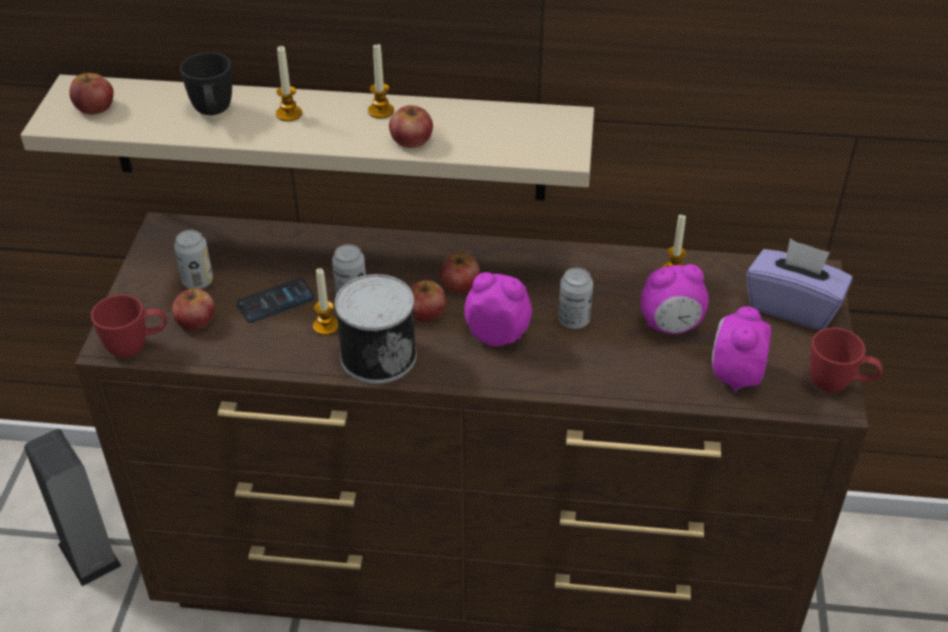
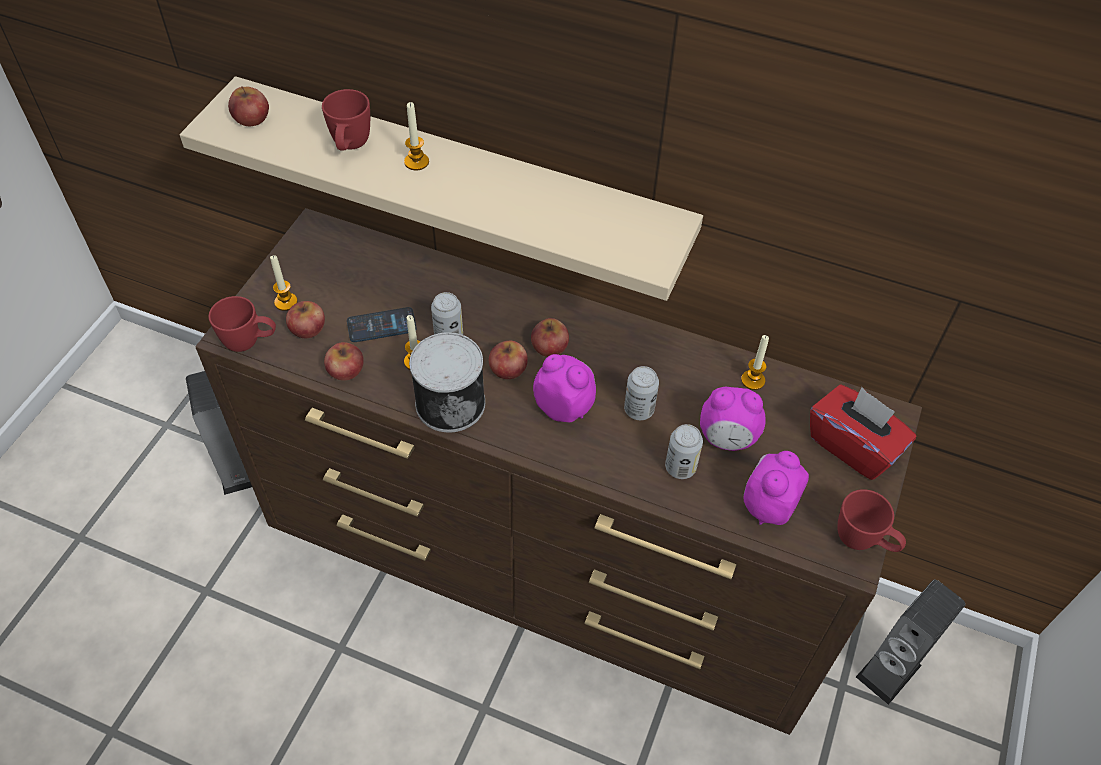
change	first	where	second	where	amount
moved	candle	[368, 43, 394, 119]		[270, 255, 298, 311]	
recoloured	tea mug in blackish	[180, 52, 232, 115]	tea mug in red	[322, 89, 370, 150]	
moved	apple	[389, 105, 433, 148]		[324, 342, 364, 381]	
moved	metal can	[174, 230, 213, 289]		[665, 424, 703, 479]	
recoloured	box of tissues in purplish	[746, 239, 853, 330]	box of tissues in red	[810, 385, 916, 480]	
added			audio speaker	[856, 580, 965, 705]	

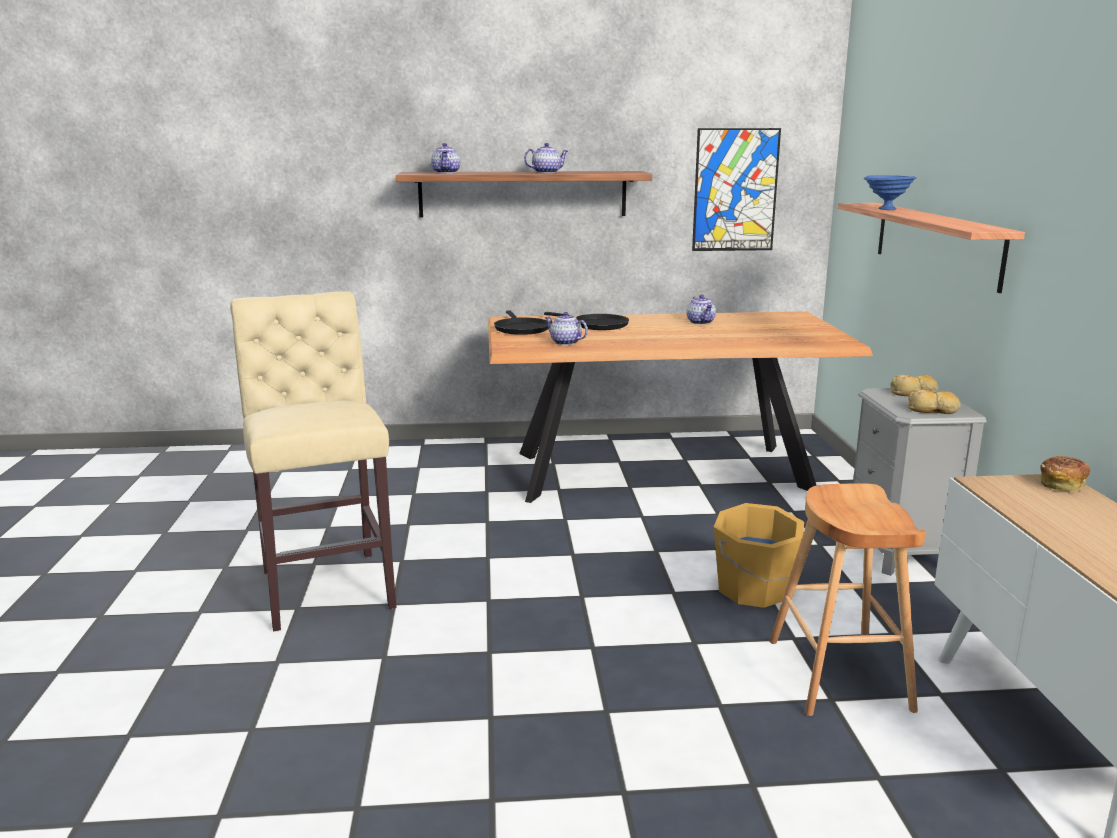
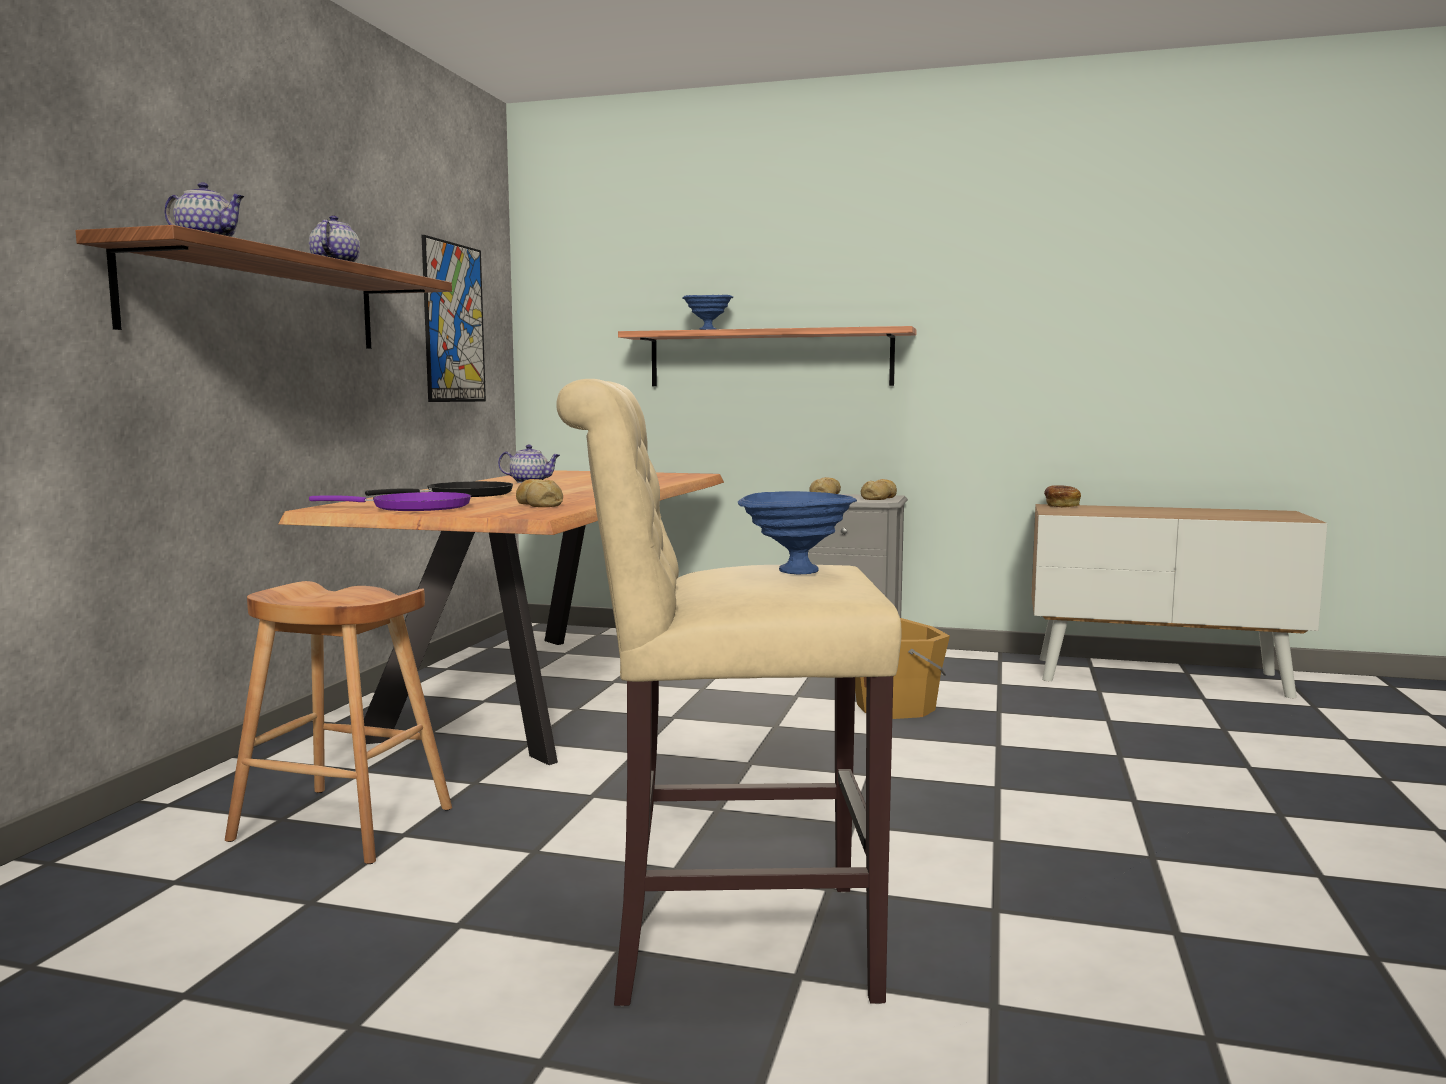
change	first	where	second	where	amount
recoloured	pan in blackish	[494, 310, 549, 335]	pan in purplish	[309, 492, 471, 511]	
replaced	teapot	[545, 312, 588, 345]	bread	[516, 479, 563, 507]	
moved	stool in brown	[769, 483, 926, 716]		[225, 581, 452, 864]	
added			bowl in blue	[738, 491, 857, 574]	

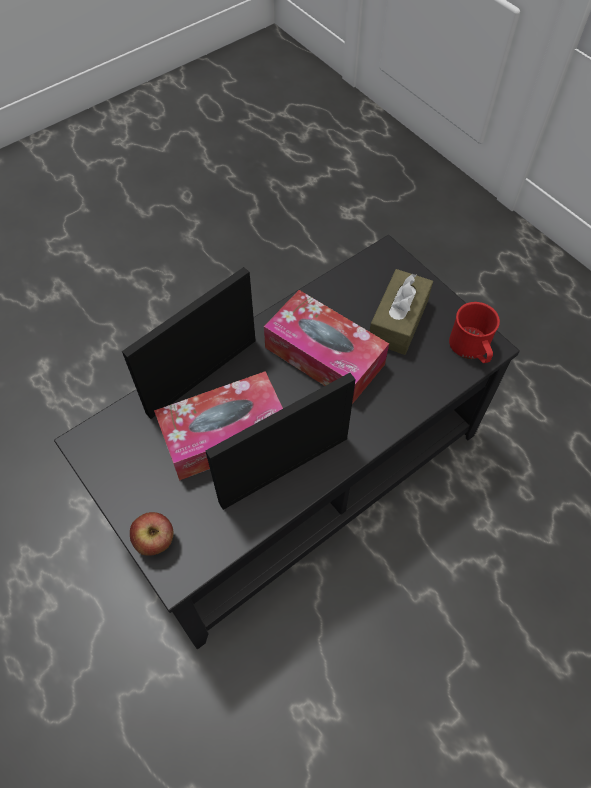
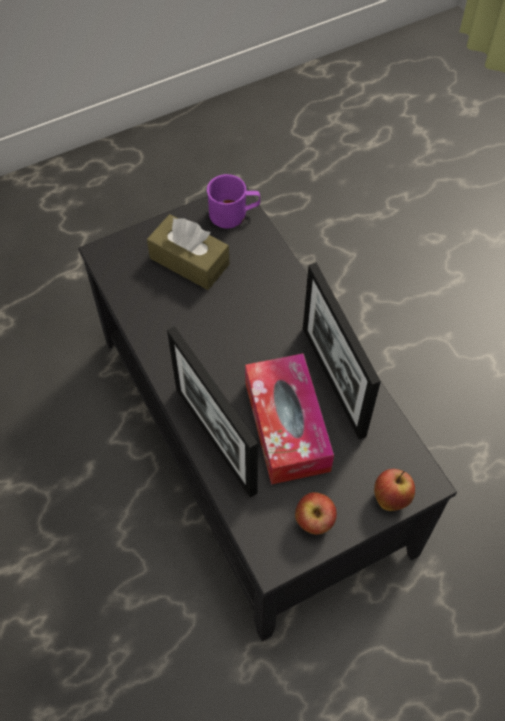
change	first	where	second	where	amount
removed	box of tissues	[264, 290, 389, 404]			
recoloured	tea mug in red	[449, 302, 500, 363]	tea mug in purplish	[207, 174, 260, 228]	
added			apple	[295, 492, 337, 535]	

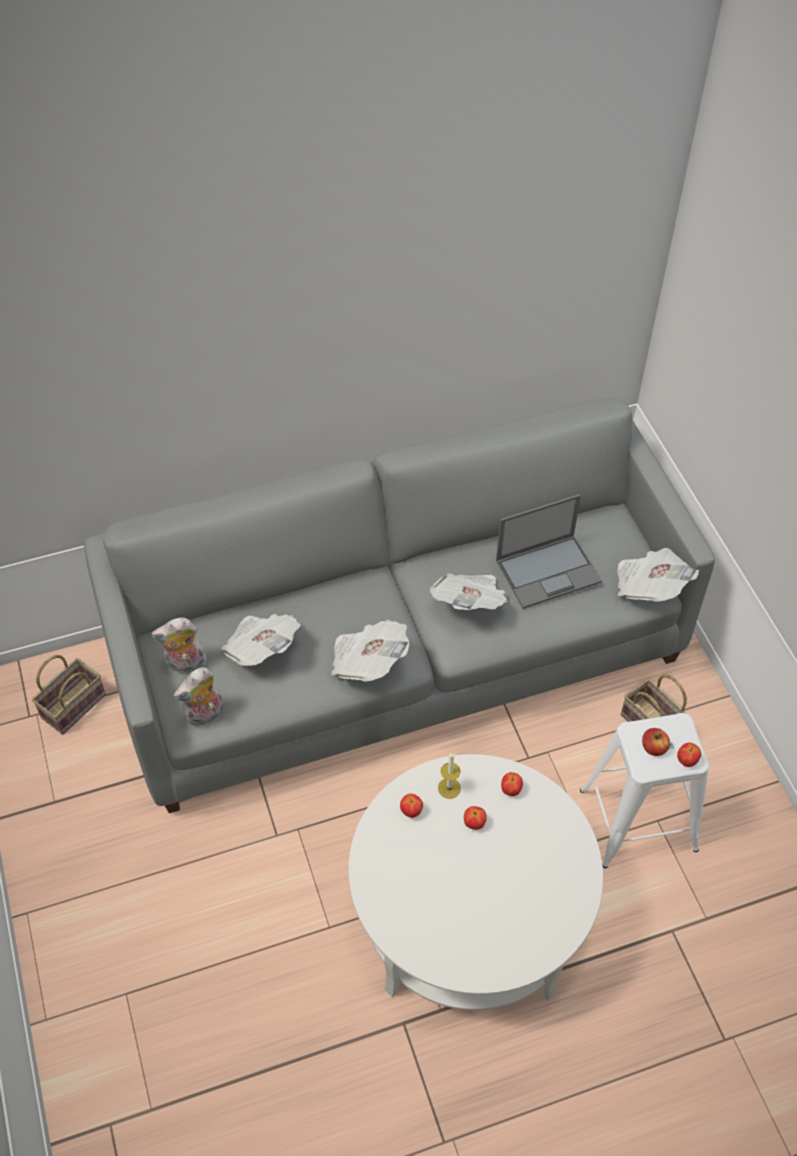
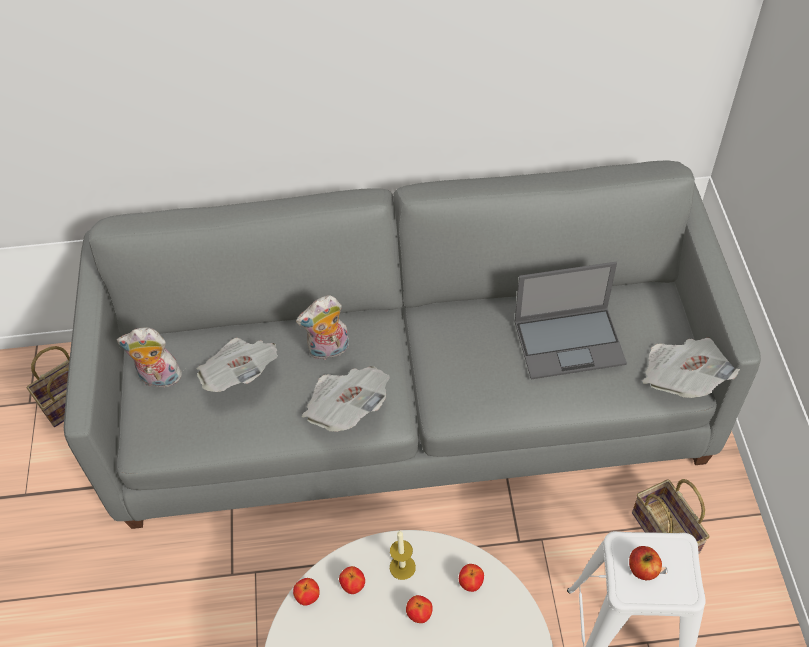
change	first	where	second	where	amount
removed	newspaper	[430, 573, 508, 610]			
moved	soft toy	[174, 667, 223, 727]		[296, 295, 349, 360]	
moved	apple	[677, 743, 701, 767]		[293, 578, 320, 606]	

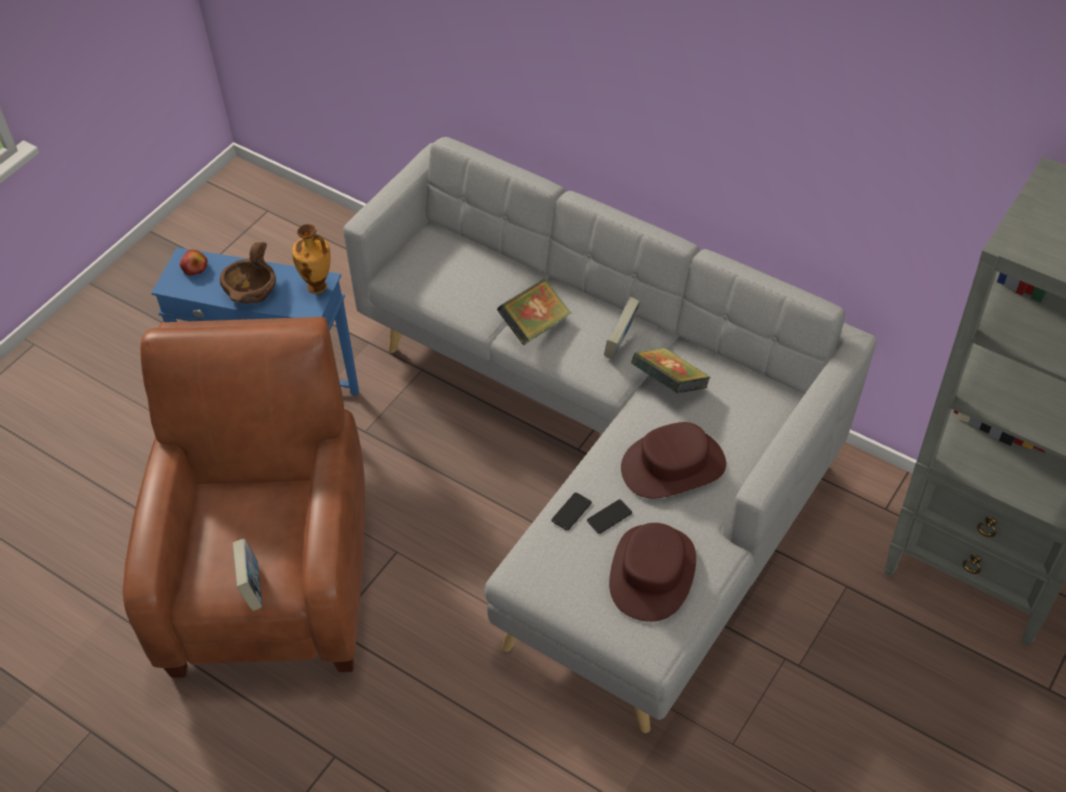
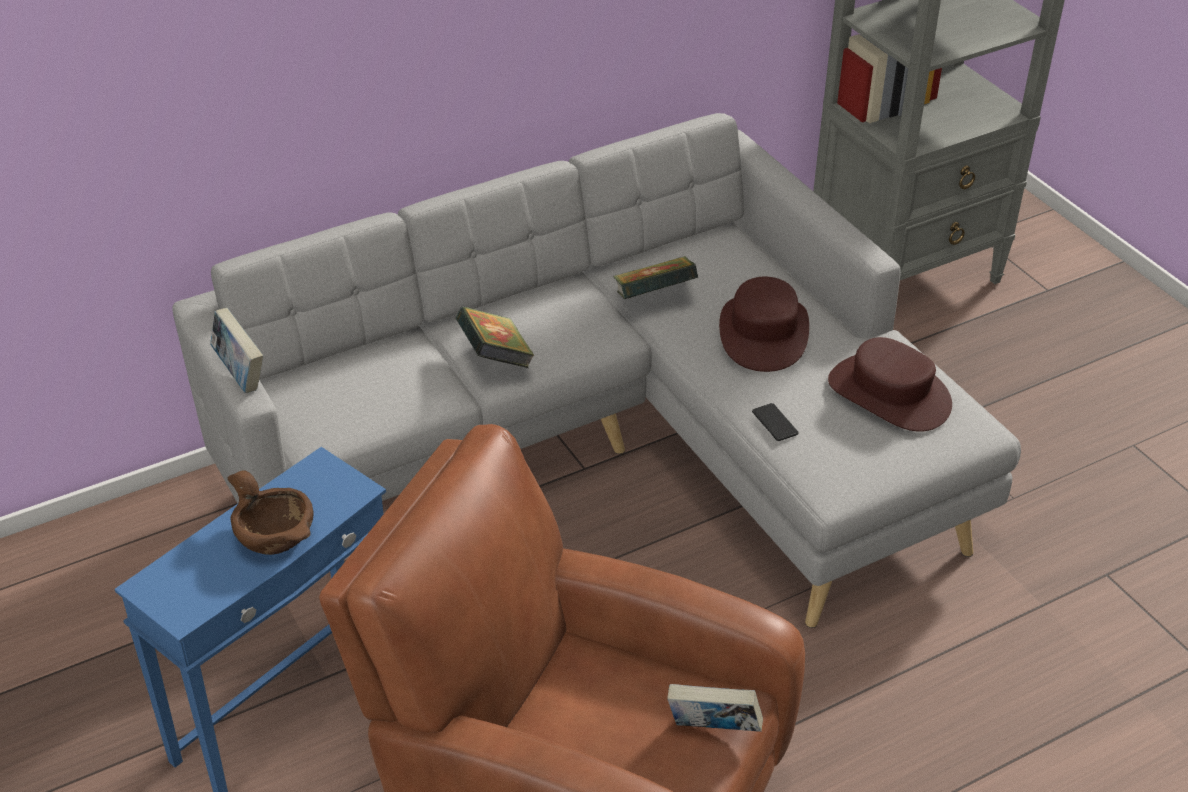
change	first	where	second	where	amount
removed	decorative vase	[292, 224, 331, 294]			
removed	apple	[180, 249, 207, 276]			
moved	volume	[604, 297, 640, 360]		[210, 308, 263, 393]	
removed	handset	[587, 499, 632, 534]			

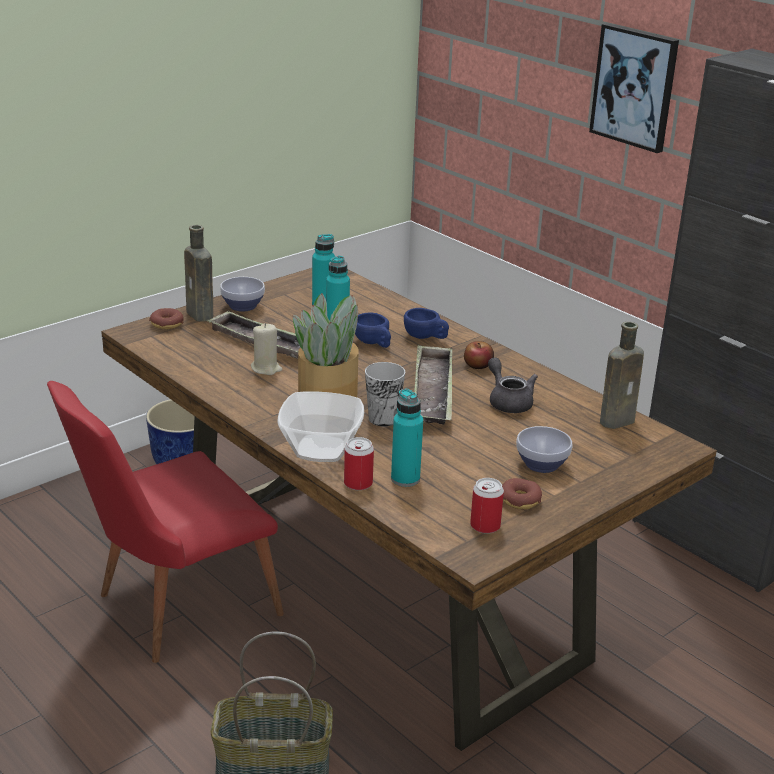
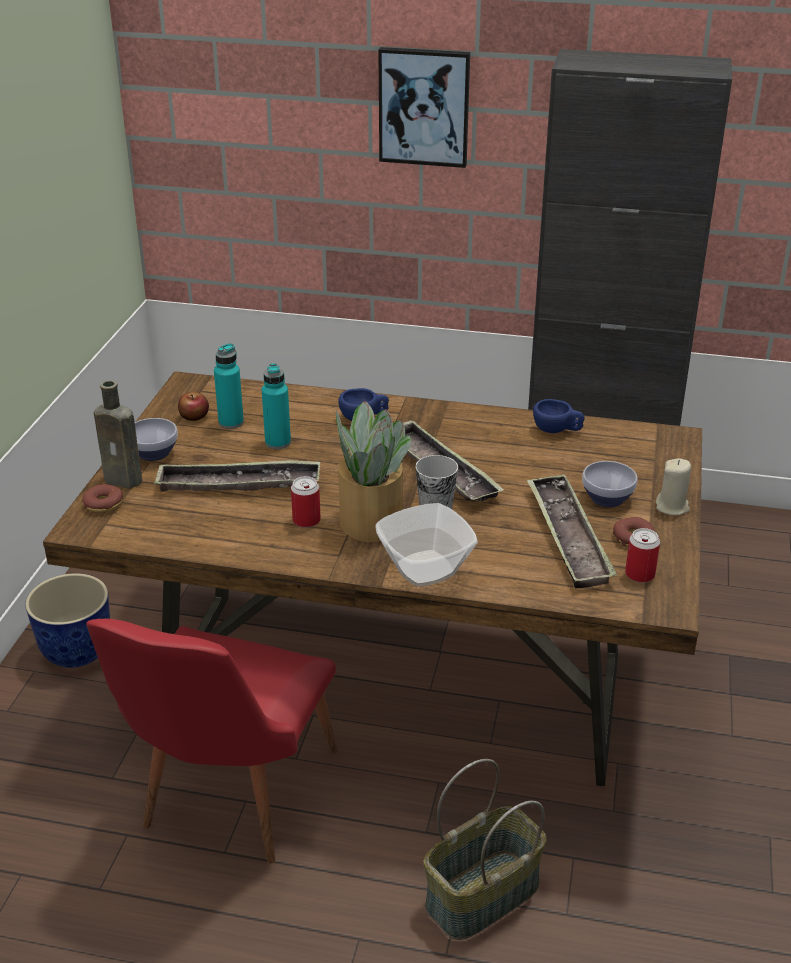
change	first	where	second	where	amount
moved	cup in blue	[355, 313, 391, 348]		[533, 399, 584, 433]	
removed	bottle in brown	[600, 322, 644, 429]			
moved	candle in beige-coloured	[251, 323, 282, 375]		[656, 458, 691, 515]	
moved	apple	[464, 341, 494, 369]		[178, 392, 209, 421]	
removed	teapot in greyish	[488, 358, 538, 413]			
removed	bottle in blue-green	[391, 389, 423, 487]			
moved	metal can	[344, 437, 374, 490]		[291, 476, 321, 528]	
added			tray	[527, 474, 617, 589]	

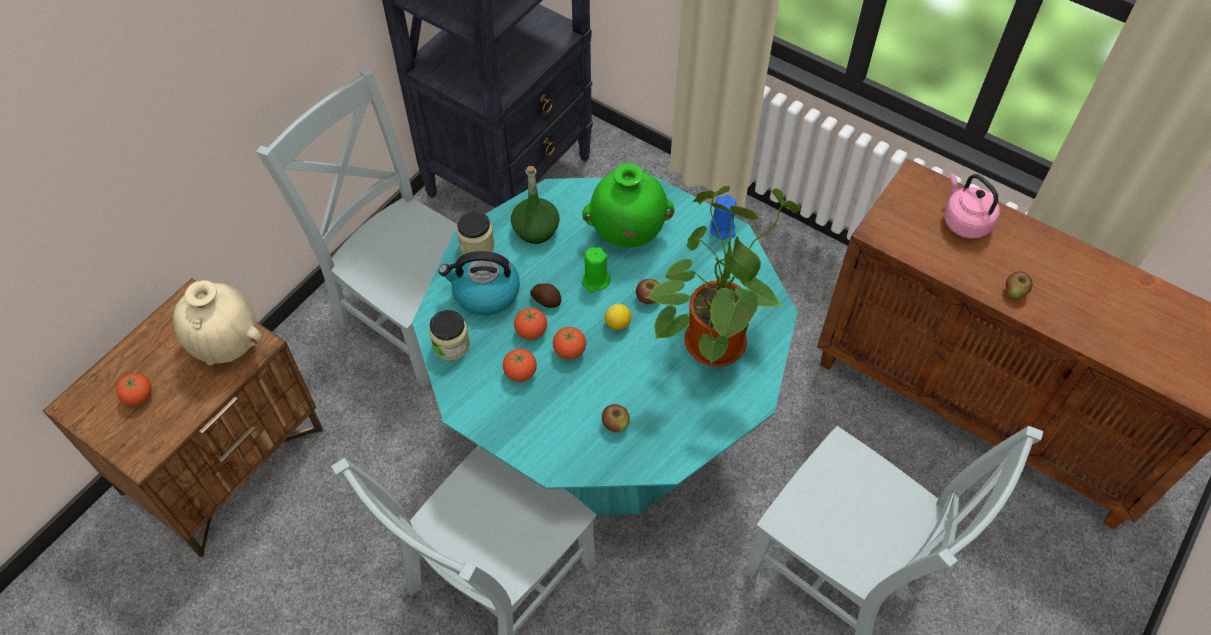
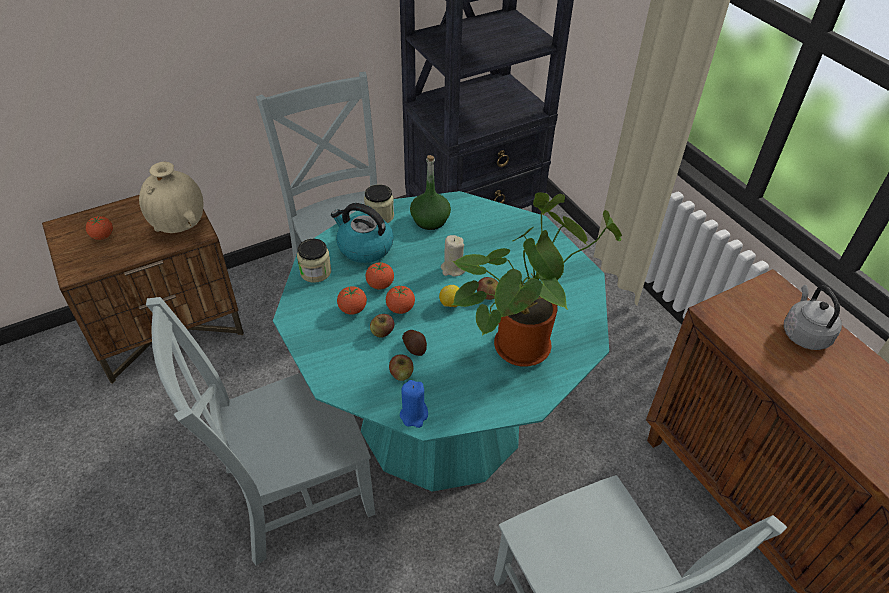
change	first	where	second	where	amount
removed	decorative vase in greenish	[582, 163, 675, 248]			
recoloured	tea kettle in pinkish	[944, 174, 1000, 239]	tea kettle in greyish	[784, 285, 842, 350]	
moved	candle in blue	[710, 195, 736, 240]		[400, 380, 428, 428]	
recoloured	candle in greenish	[582, 247, 611, 293]	candle in beige-coloured	[441, 235, 465, 277]	
moved	apple	[1006, 271, 1033, 298]		[370, 314, 394, 338]	
moved	whole potato	[530, 284, 561, 308]		[402, 330, 427, 356]	

